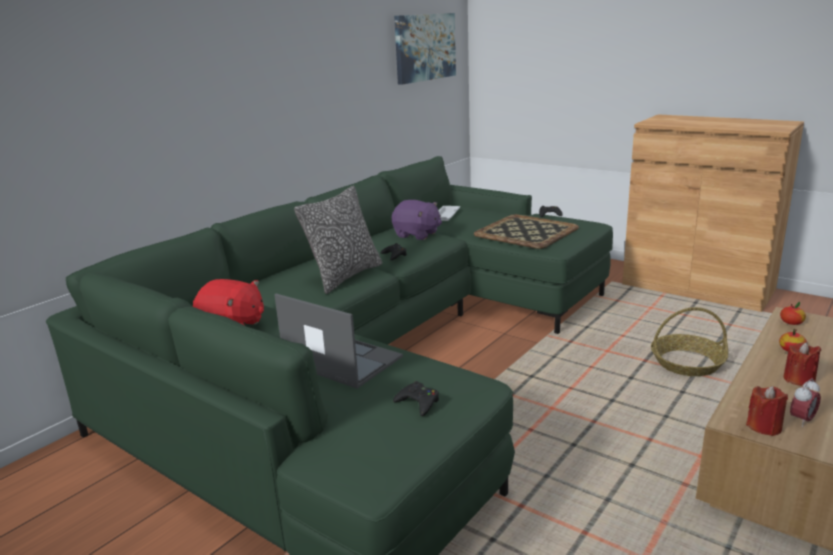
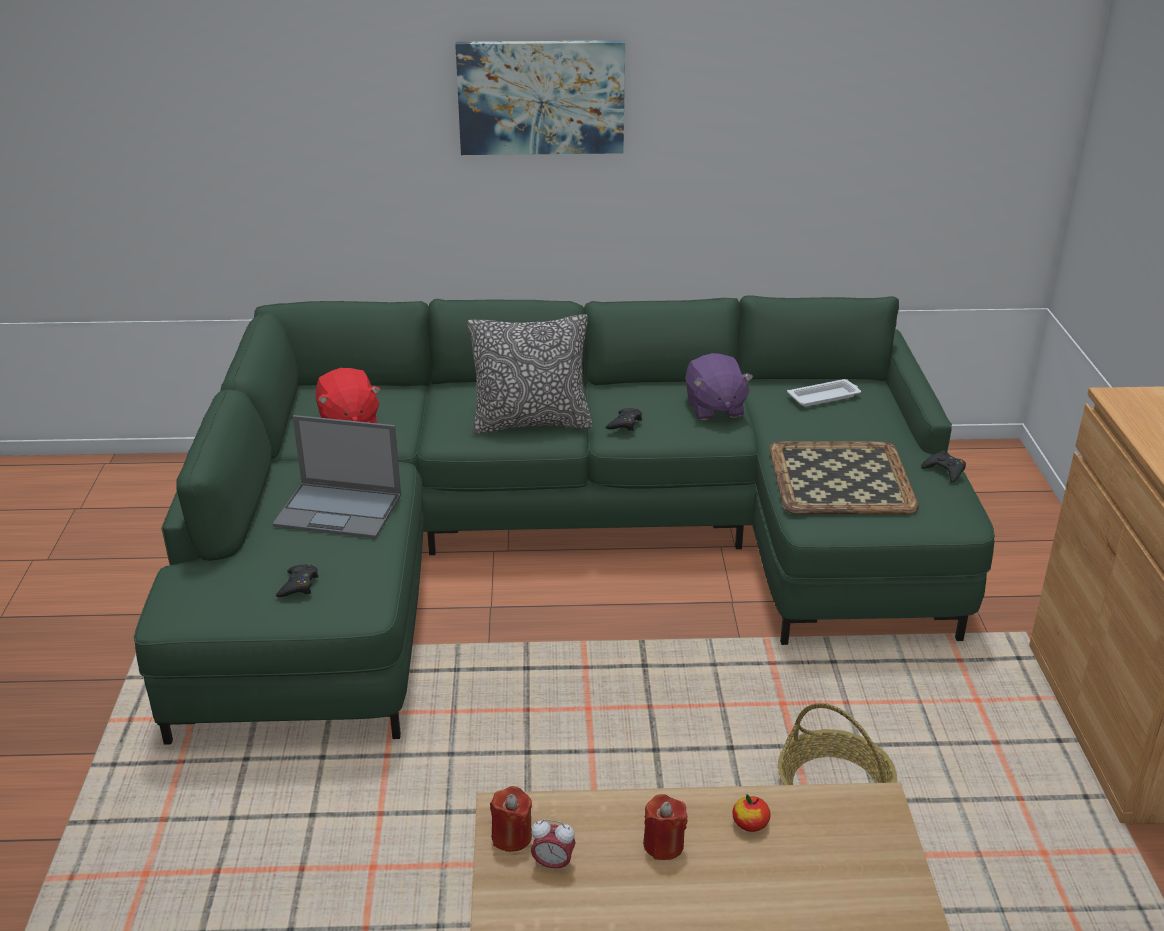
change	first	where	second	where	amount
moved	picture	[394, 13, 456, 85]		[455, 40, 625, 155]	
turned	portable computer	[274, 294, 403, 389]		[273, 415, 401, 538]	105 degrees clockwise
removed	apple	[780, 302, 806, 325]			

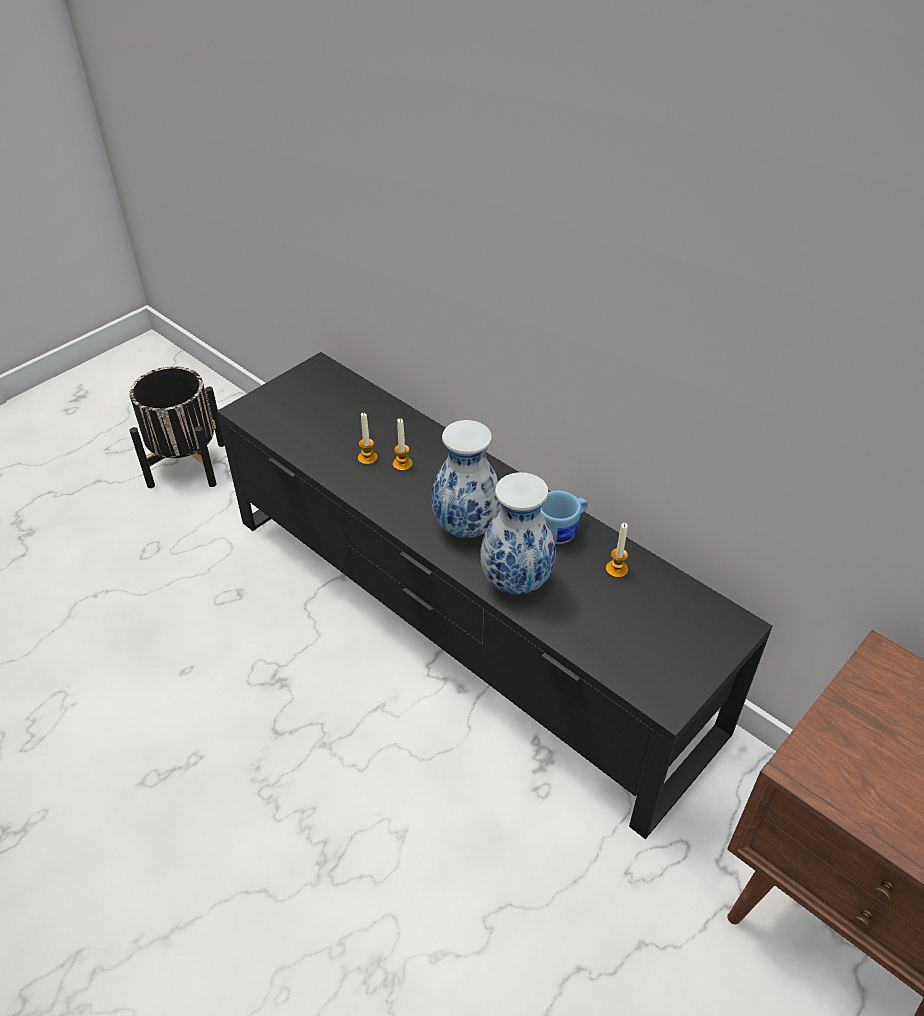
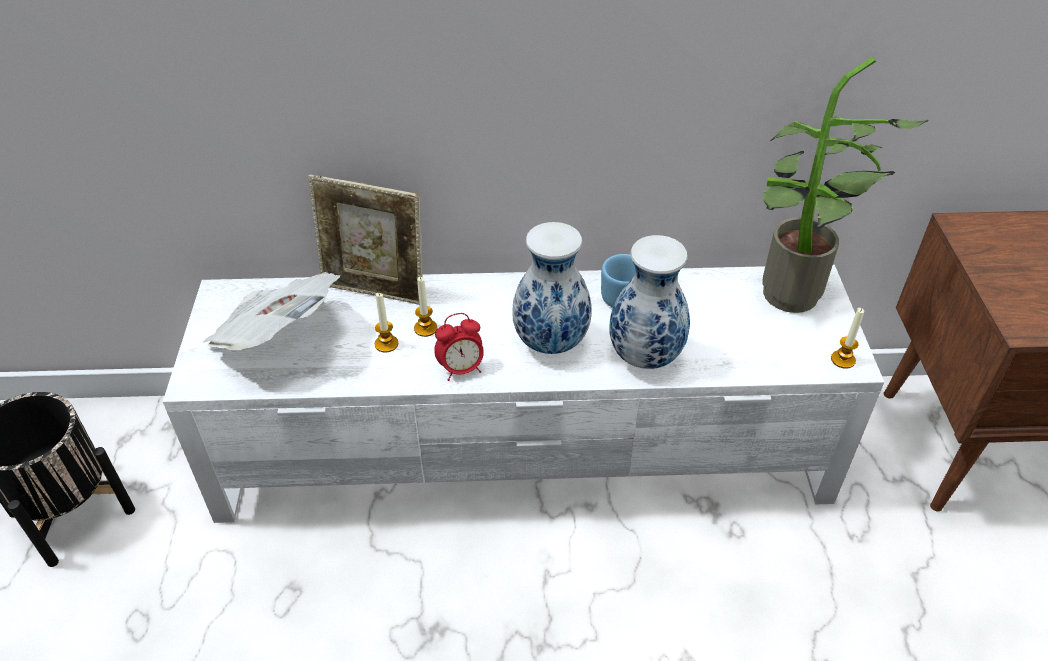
change	first	where	second	where	amount
recoloured	media console in blackish	[217, 352, 772, 839]	media console in whitish	[163, 265, 884, 523]	
moved	candle	[606, 523, 628, 578]		[831, 308, 864, 369]	
added			plant in a pot	[762, 56, 928, 313]	
added			picture frame	[308, 174, 423, 305]	
added			newspaper	[203, 272, 340, 351]	
added			table clock	[434, 313, 484, 381]	

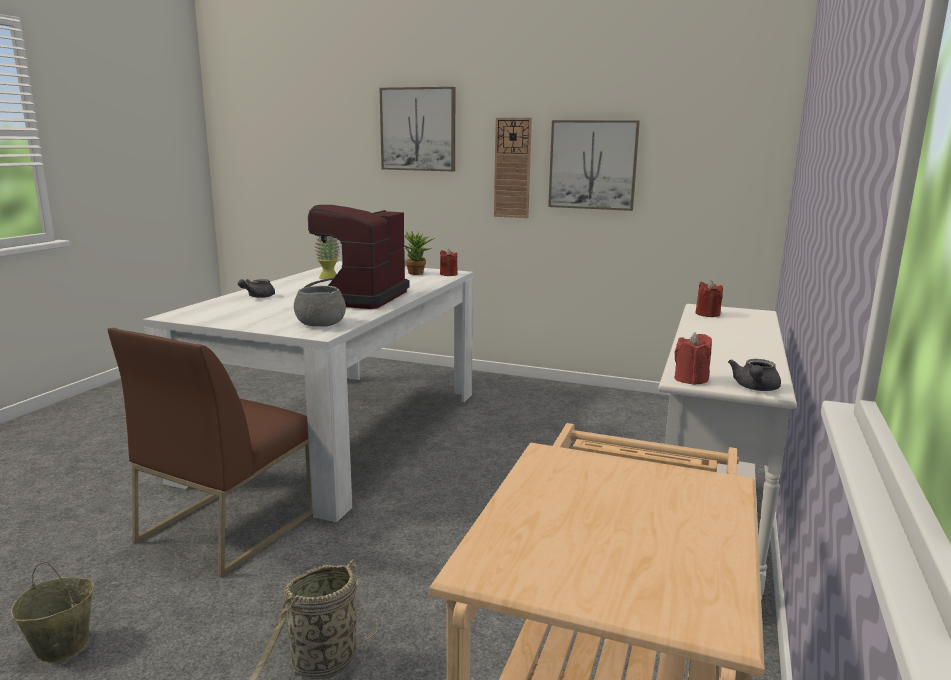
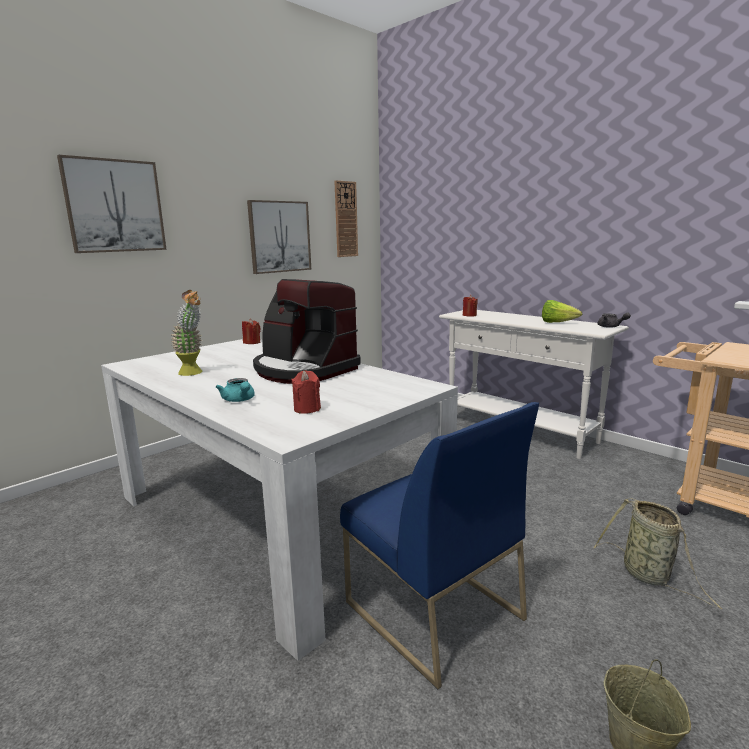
change	first	where	second	where	amount
moved	hanging clock	[494, 118, 532, 218]		[334, 180, 358, 257]	
removed	plant in a pot	[404, 230, 435, 275]			
recoloured	teapot in greyish	[238, 279, 275, 298]	teapot in blue-green	[216, 378, 255, 402]	
removed	bowl in greyish	[294, 286, 346, 327]			
recoloured	upright chair in brown	[108, 328, 313, 577]	upright chair in blue	[340, 402, 539, 689]	
moved	candle in red	[674, 333, 712, 385]		[291, 371, 321, 414]	
added			head of lettuce	[542, 300, 582, 323]	

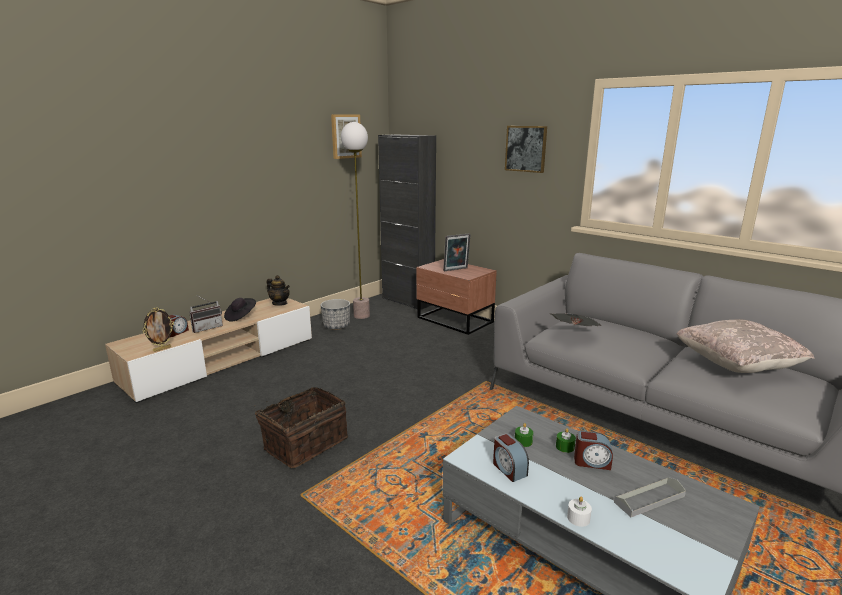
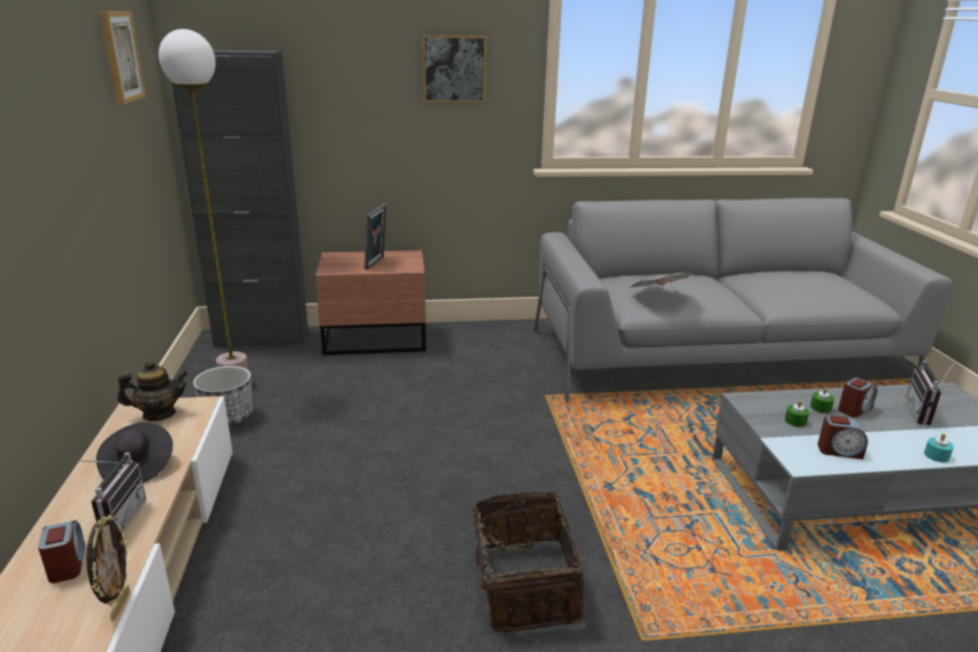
change	first	where	second	where	amount
removed	pillow in beige-coloured	[676, 319, 815, 373]			
replaced	tray in greyish	[614, 477, 686, 517]	radio	[905, 360, 956, 425]	
recoloured	candle in whitish	[567, 497, 592, 527]	candle in blue-green	[924, 433, 954, 462]	

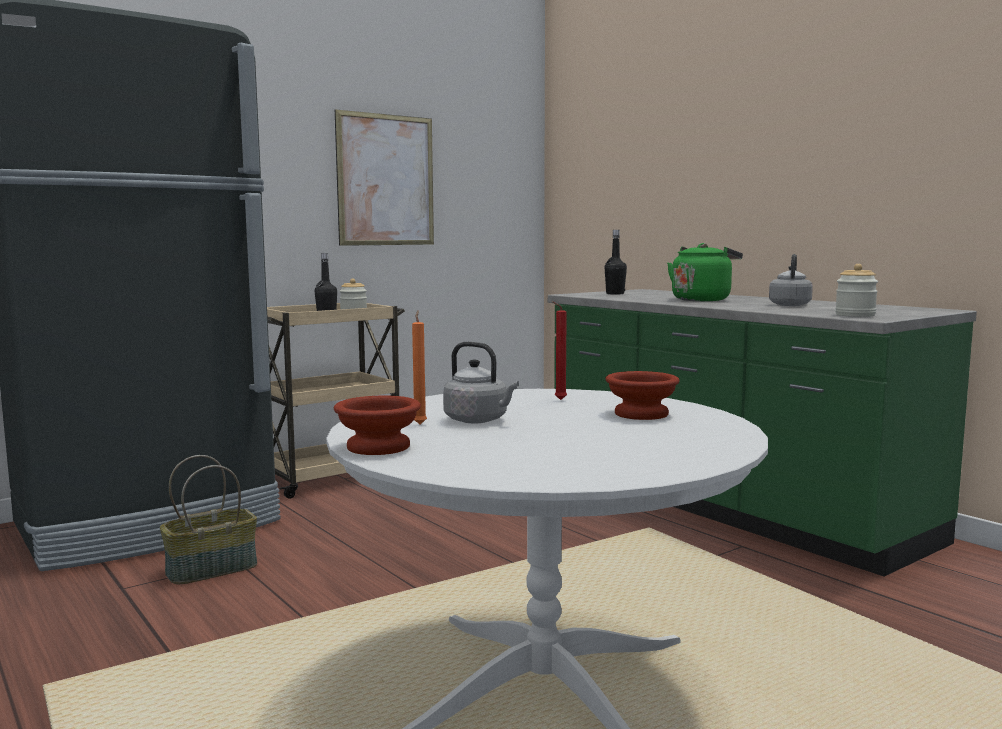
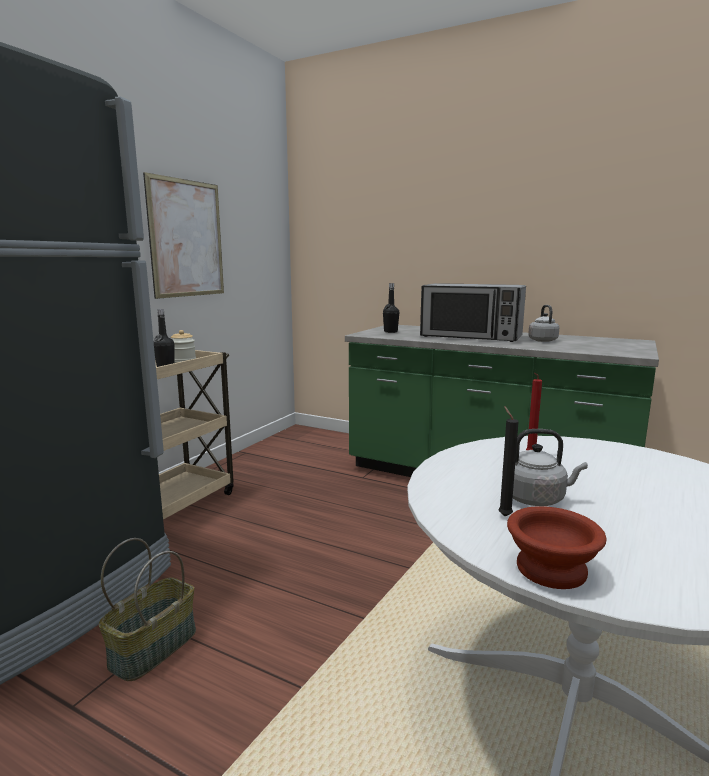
change	first	where	second	where	amount
replaced	tea kettle in greenish	[667, 243, 743, 301]	kitchen microwave	[420, 283, 526, 342]	
removed	preserve jar	[835, 264, 878, 317]			
recoloured	candle in orange-coloured	[412, 311, 427, 424]	candle in blackish	[498, 406, 519, 517]	
removed	bowl in brown	[606, 371, 680, 420]			

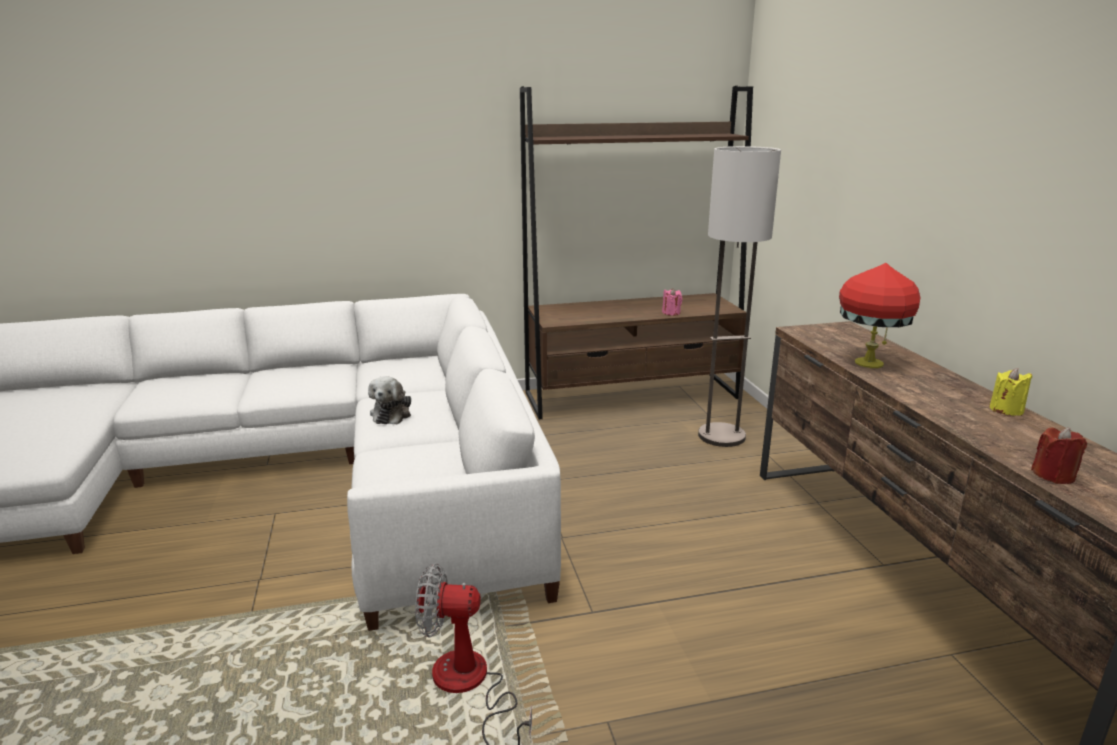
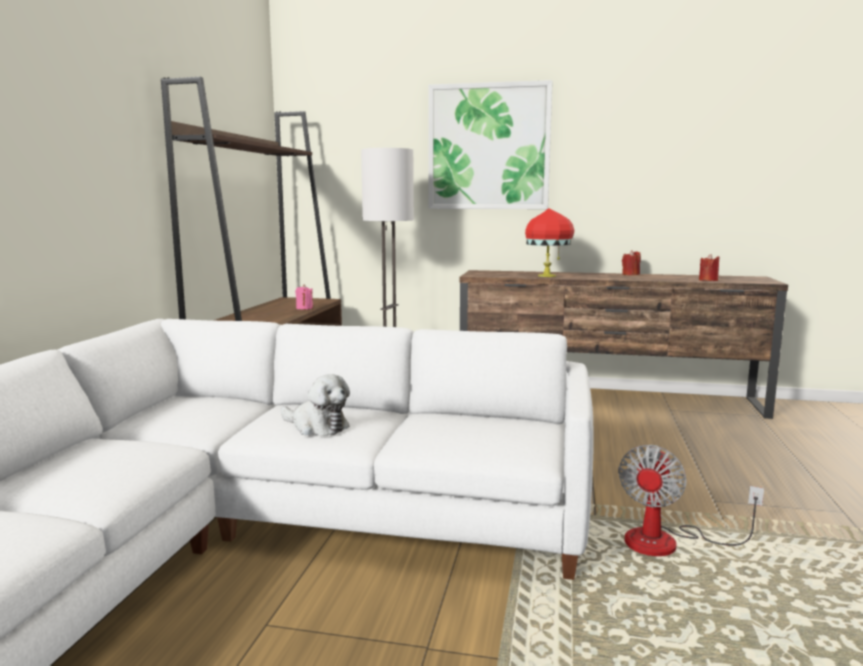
change	first	where	second	where	amount
recoloured	candle in yellowish	[989, 368, 1032, 416]	candle in red	[622, 250, 641, 275]	
added			picture	[428, 80, 553, 209]	

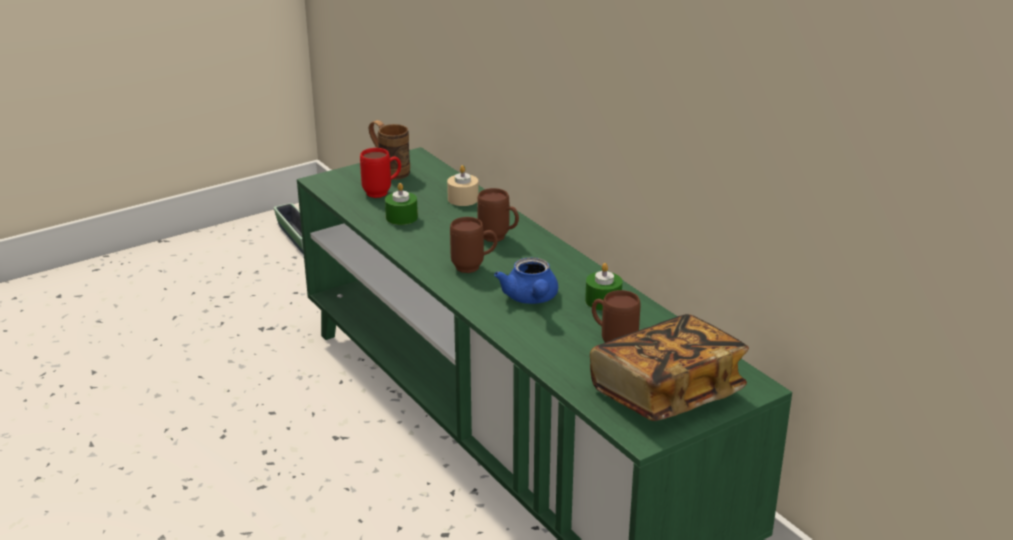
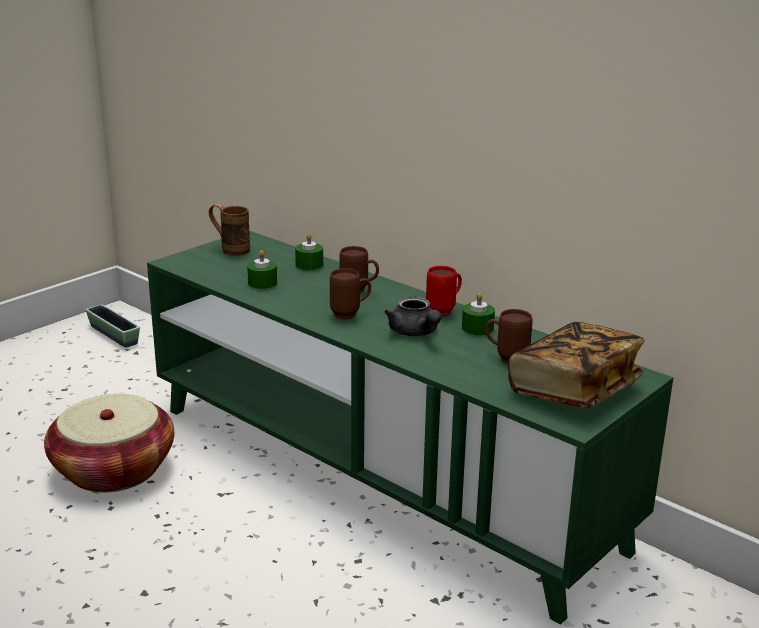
change	first	where	second	where	amount
moved	tea mug in red	[360, 148, 401, 198]		[426, 266, 462, 316]	
recoloured	candle in beige-coloured	[447, 165, 479, 206]	candle in greenish	[295, 233, 323, 270]	
recoloured	teapot in blue	[494, 257, 558, 304]	teapot in greyish	[384, 296, 442, 336]	
added			basket	[44, 394, 174, 492]	

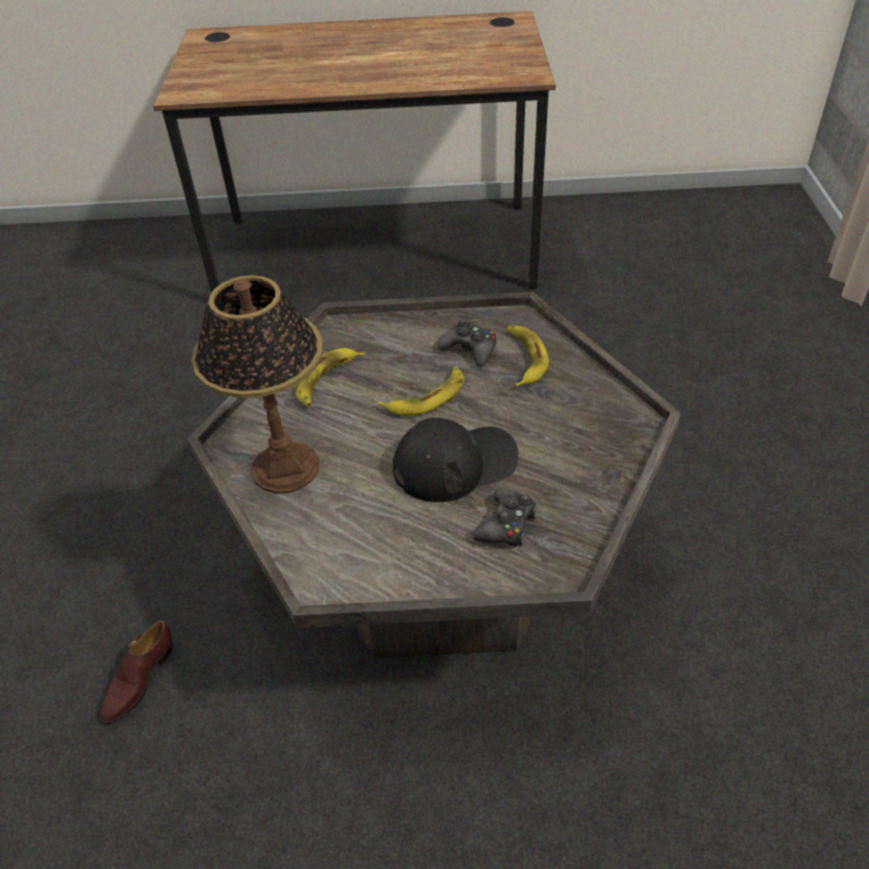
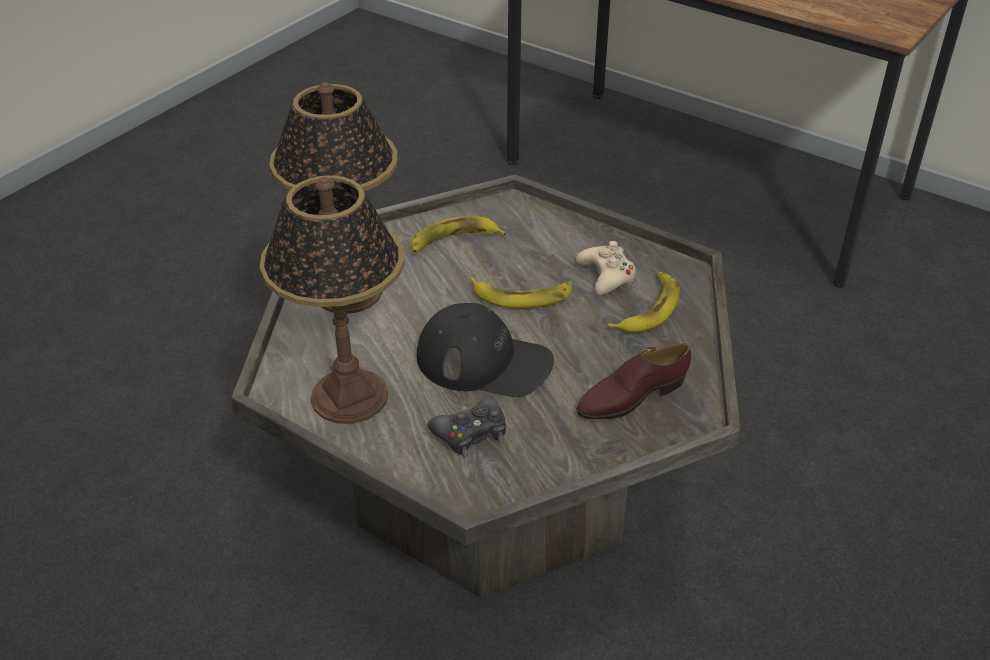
change	first	where	second	where	amount
recoloured	gamepad in blackish	[437, 318, 496, 367]	gamepad in beige-coloured	[576, 241, 636, 295]	
moved	low shoe in brown	[101, 621, 173, 723]		[576, 343, 691, 420]	
added			table lamp	[260, 175, 405, 424]	

